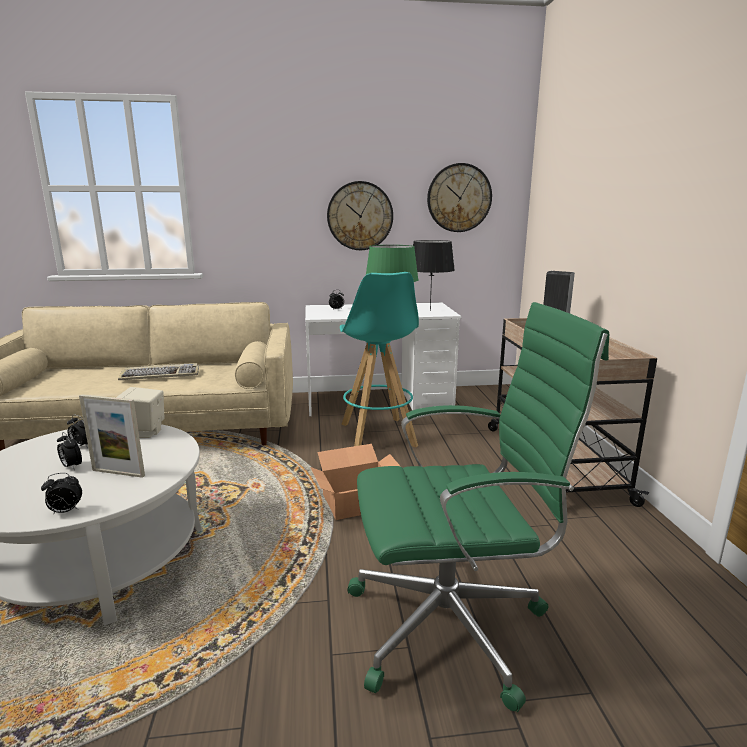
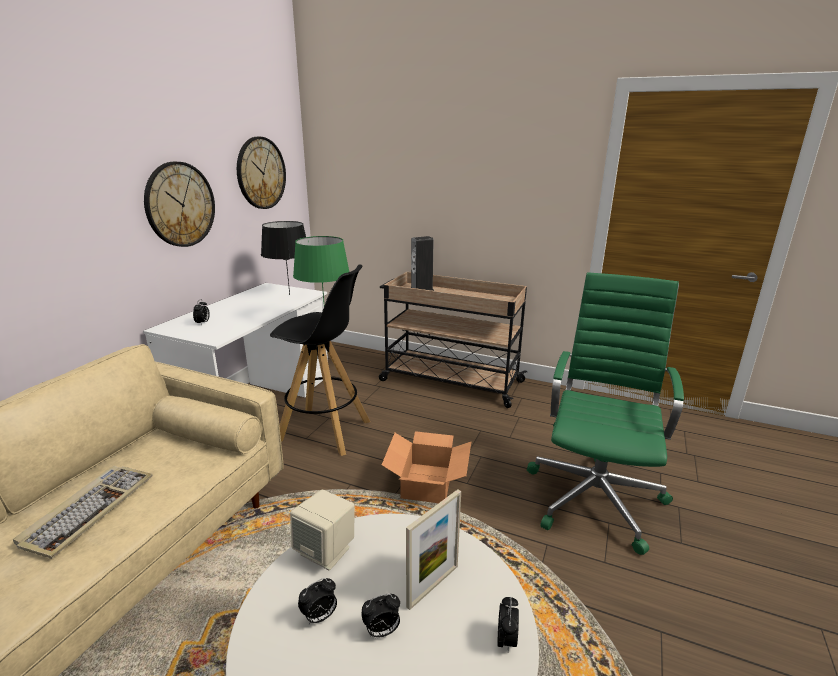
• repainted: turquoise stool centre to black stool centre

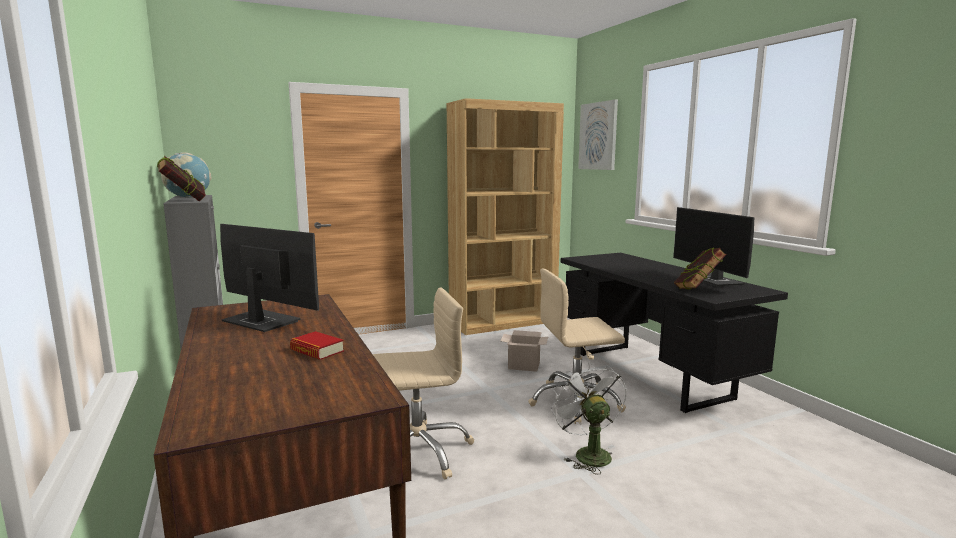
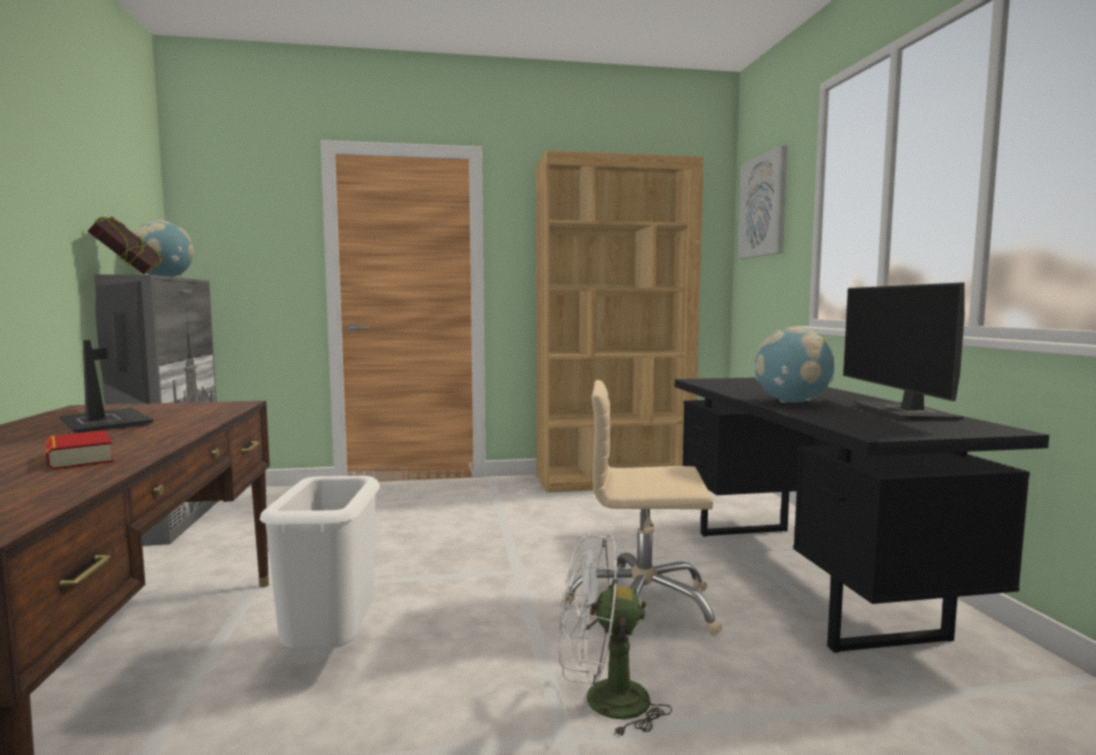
• gone: cardboard box centre
• gone: book (no. 3 from left) middle right
• new: globe (no. 2 from left) middle right
• swapped: beige office chair (no. 1 from left) bottom centre to white trash can bottom left
• rotated: white fan bottom centre = bottom centre 90 degrees counterclockwise

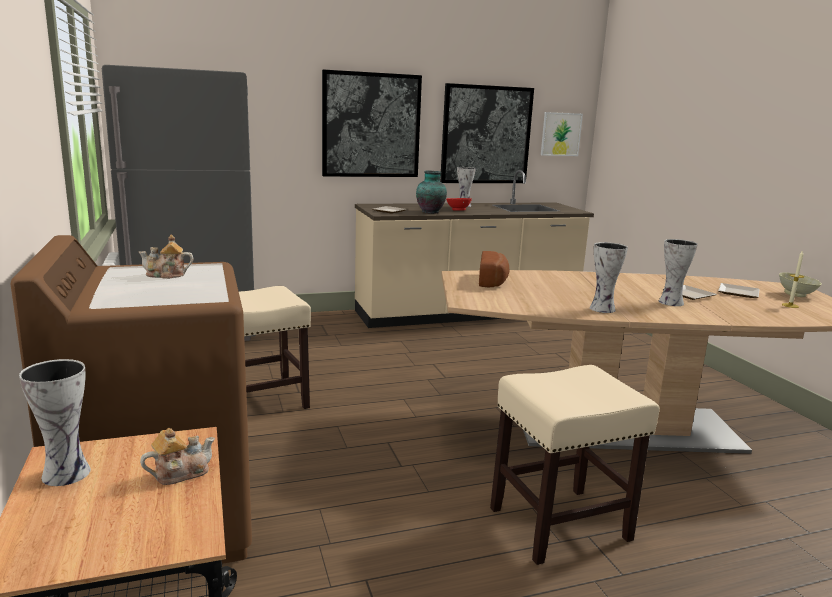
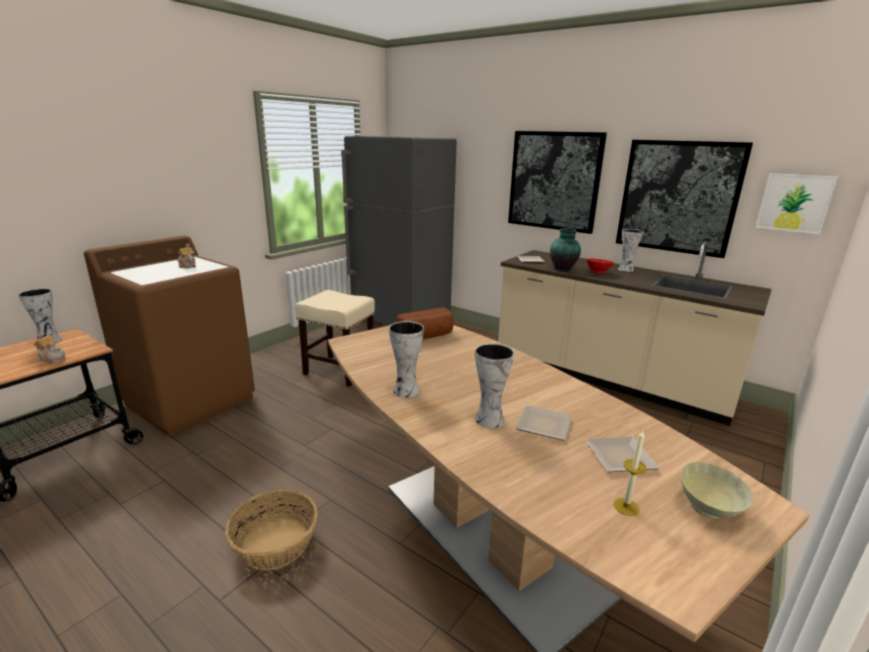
• swapped: beige stool (no. 2 from left) bottom right to basket bottom left

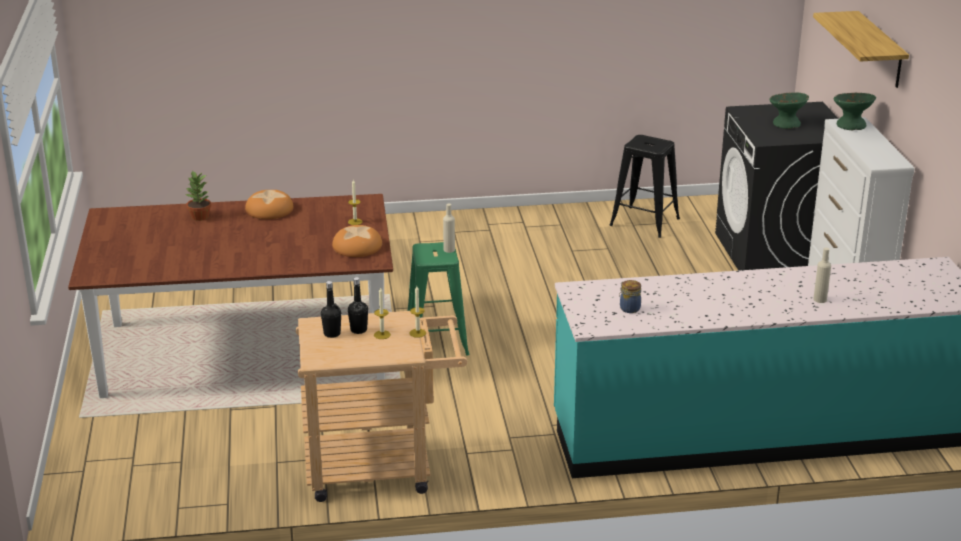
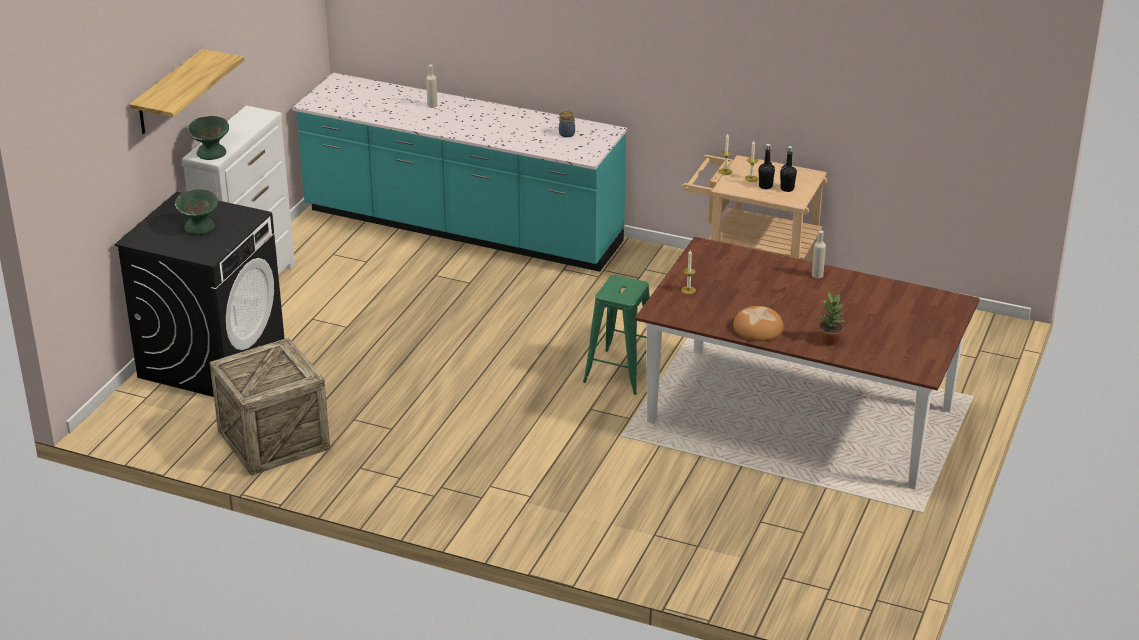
• gone: bread (no. 2 from left) centre
• shifted: beige bottle (no. 1 from left in the first image) centre to beige bottle (no. 2 from left) middle right
• swapped: black stool middle right to crate middle left

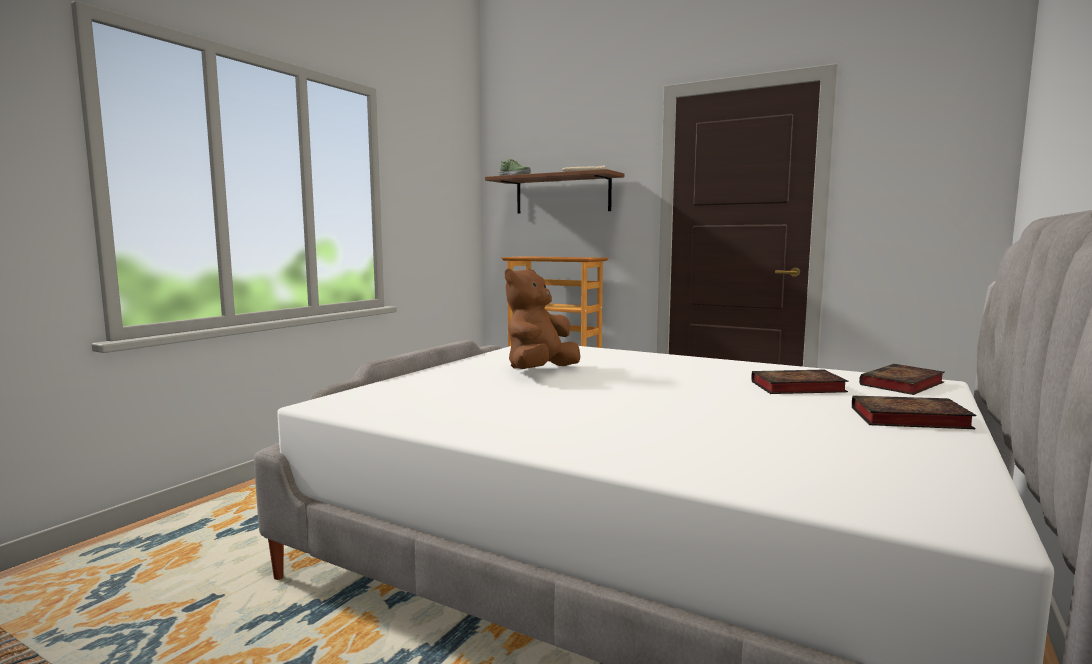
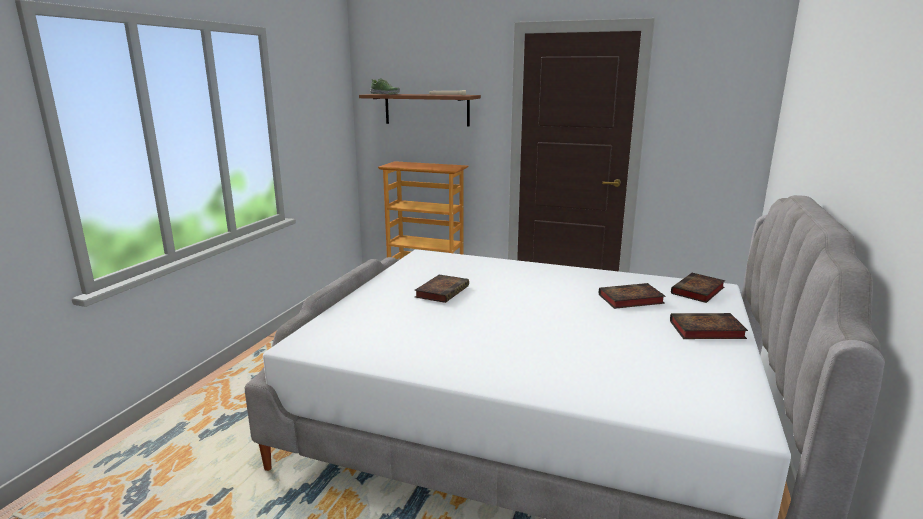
• swapped: brown plush toy centre to book (no. 1 from left) centre

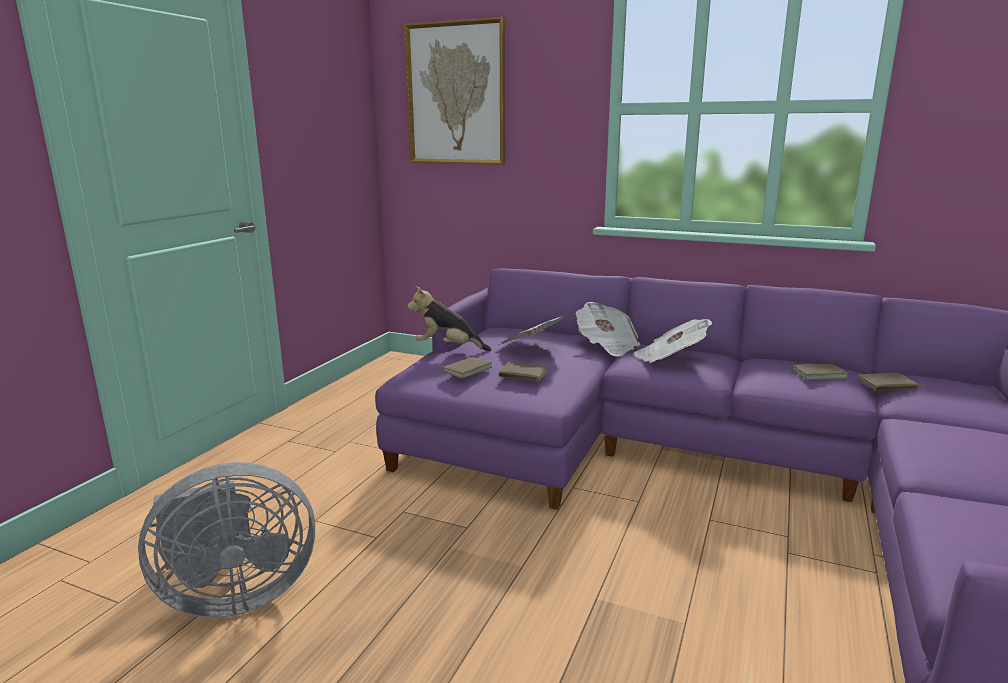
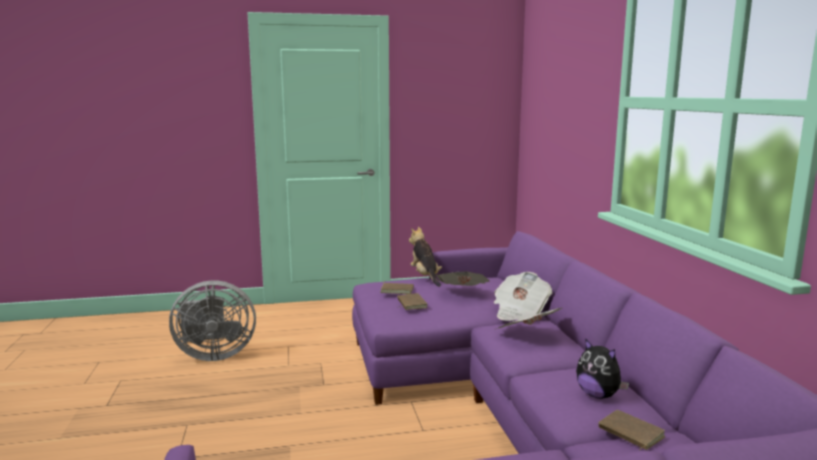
• gone: picture top centre
• swapped: brown book (no. 3 from left) middle right to plush toy (no. 2 from left) bottom right
• rotated: grey fan bottom left = bottom left 45 degrees counterclockwise

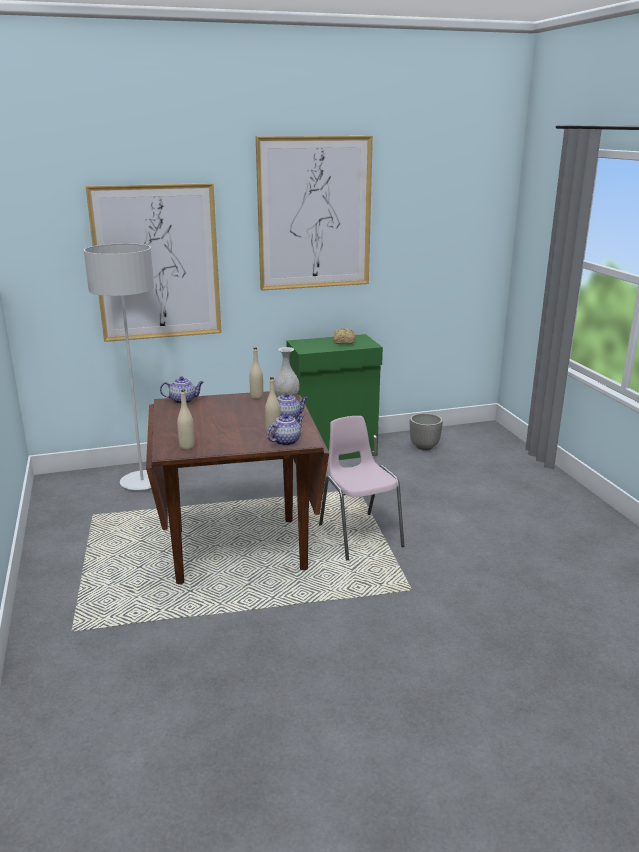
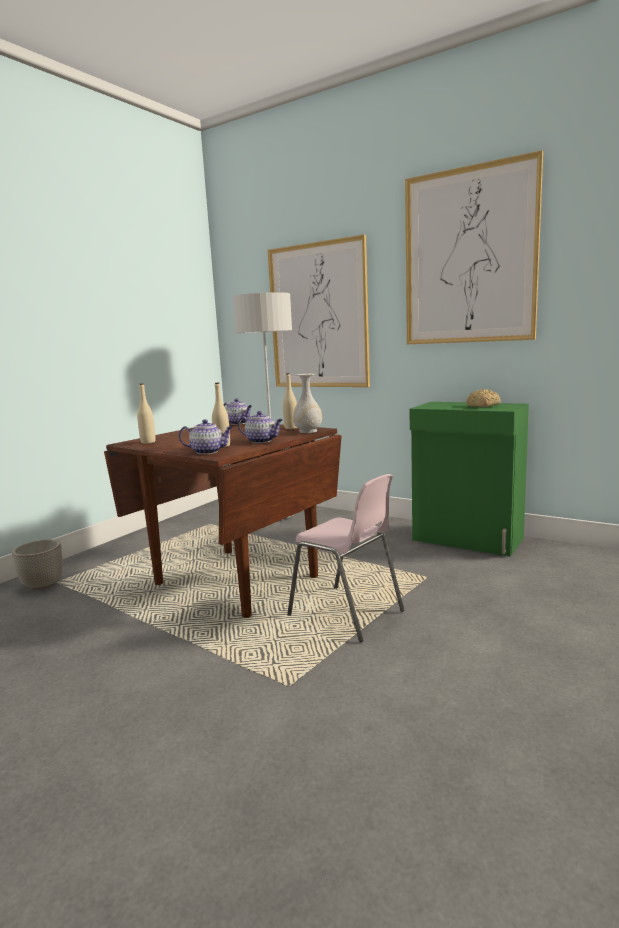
• shifted: planter middle right to middle left
• rotated: pink chair centre = centre 105 degrees clockwise

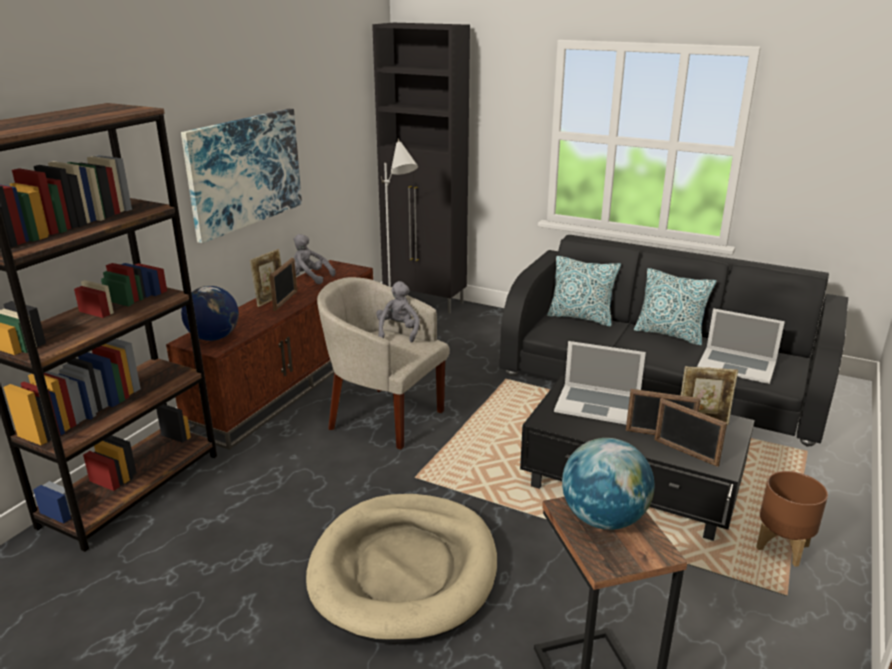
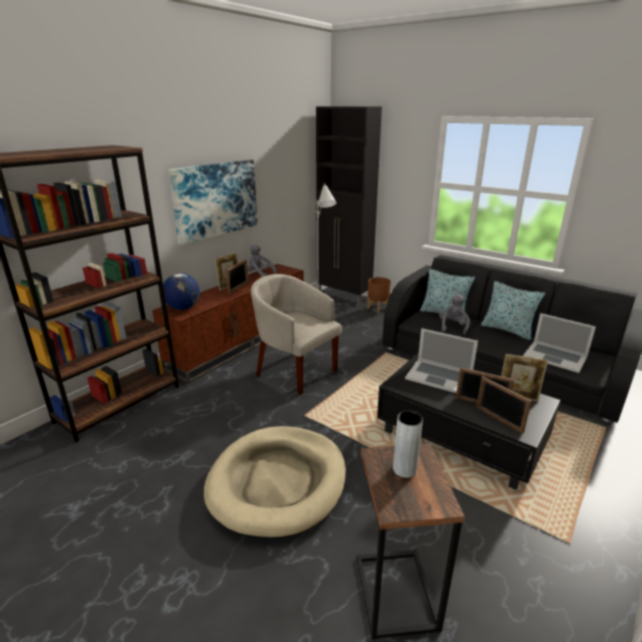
• shifted: grey plush toy (no. 2 from left) centre to middle right
• shifted: brown planter bottom right to centre
• swapped: globe (no. 2 from left) bottom right to grey vase bottom centre

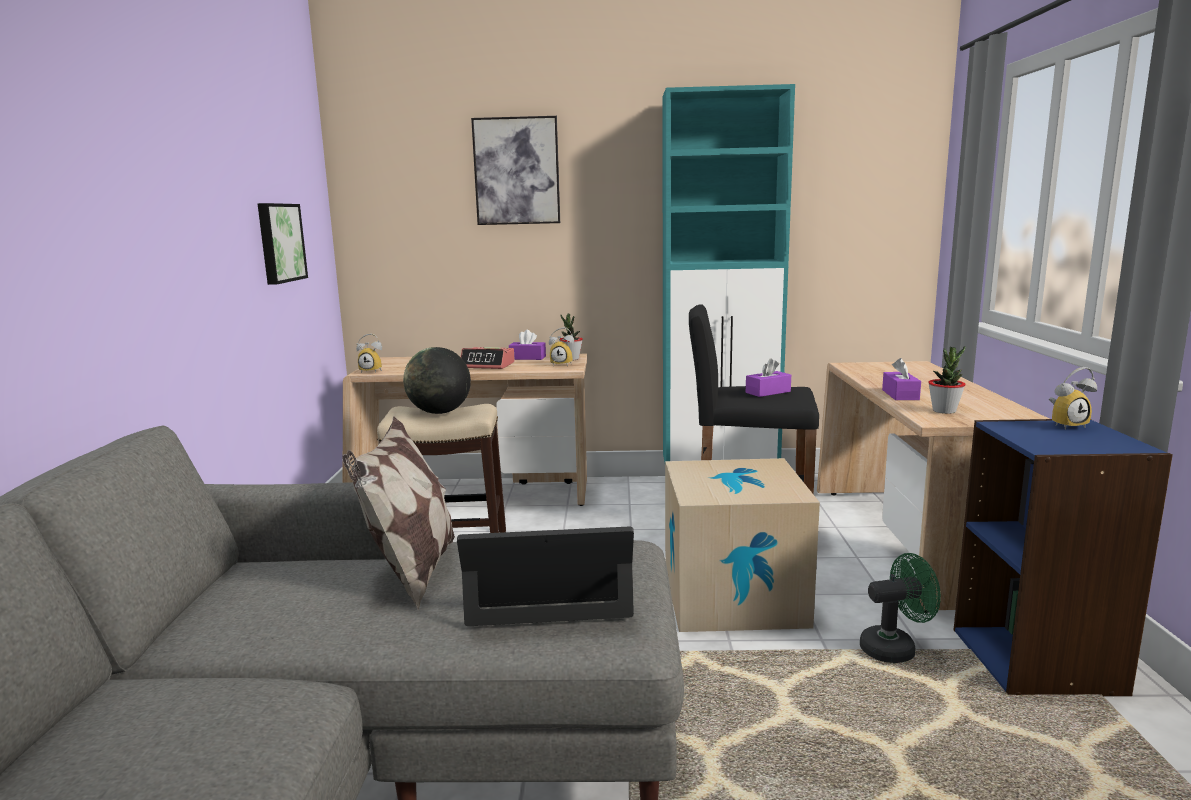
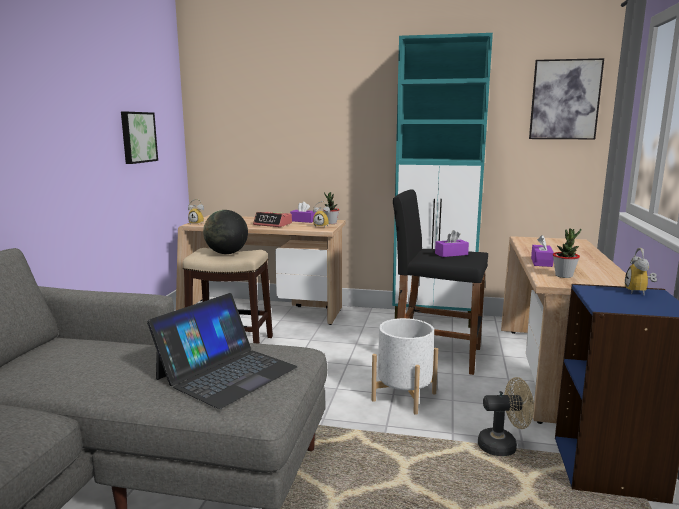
• gone: pillow centre
• shifted: picture (no. 2 from left) top centre to top right
• swapped: cardboard box bottom centre to white planter bottom centre
• repainted: green fan bottom right to beige fan bottom right
• rotated: laptop bottom centre = bottom left 120 degrees clockwise
• rotated: alarm clock (no. 4 from left) middle right = middle right 105 degrees clockwise

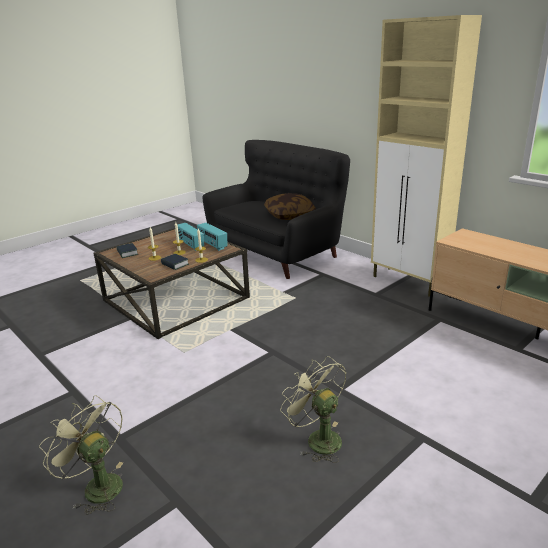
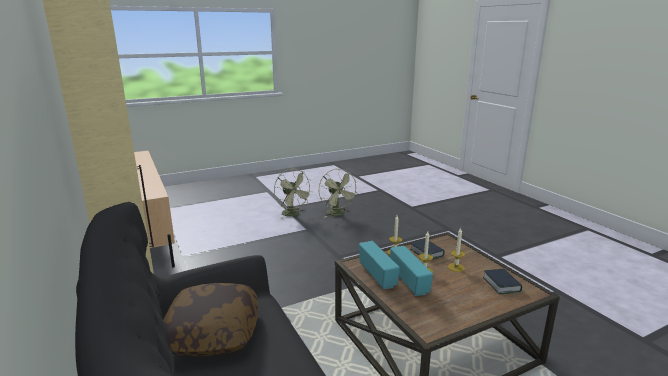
• shifted: green fan (no. 1 from left) bottom left to centre

